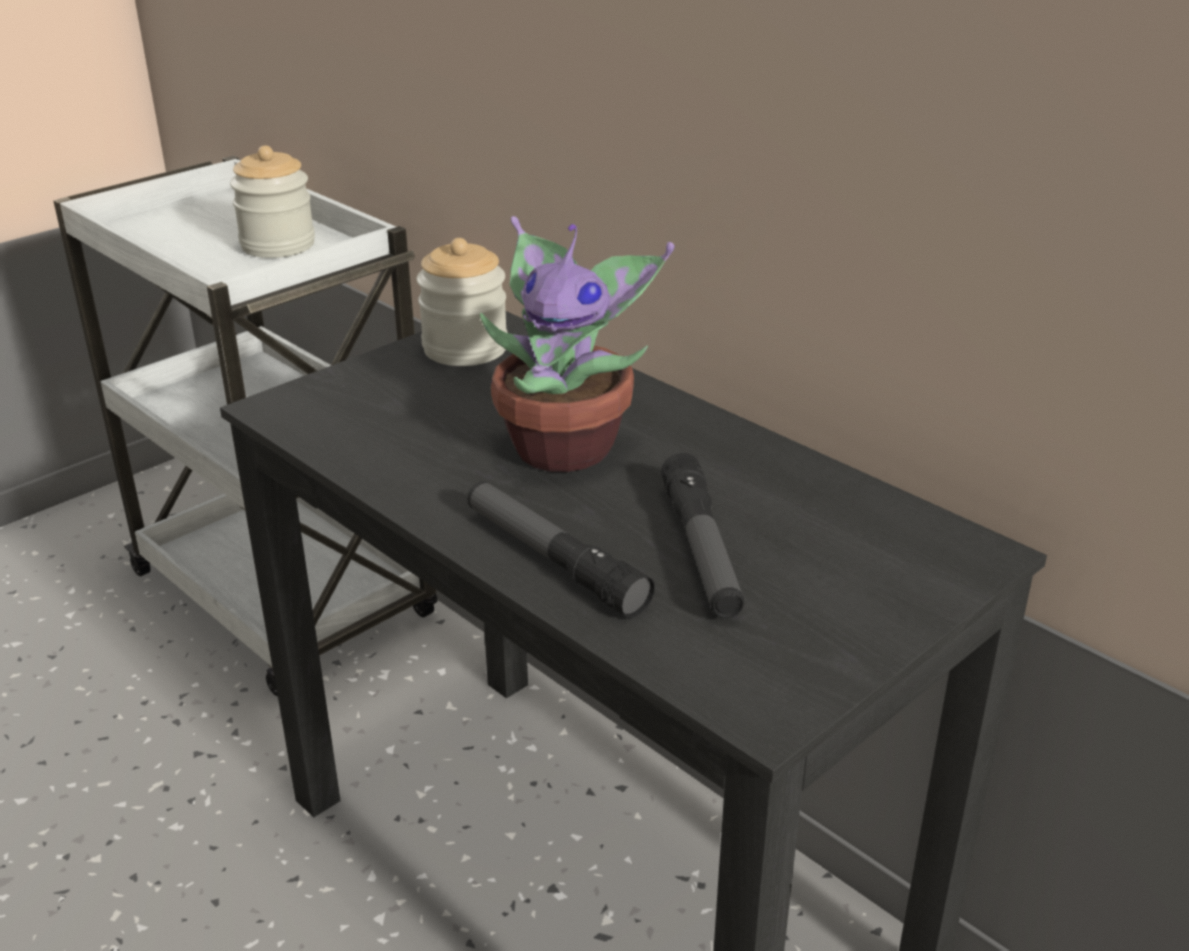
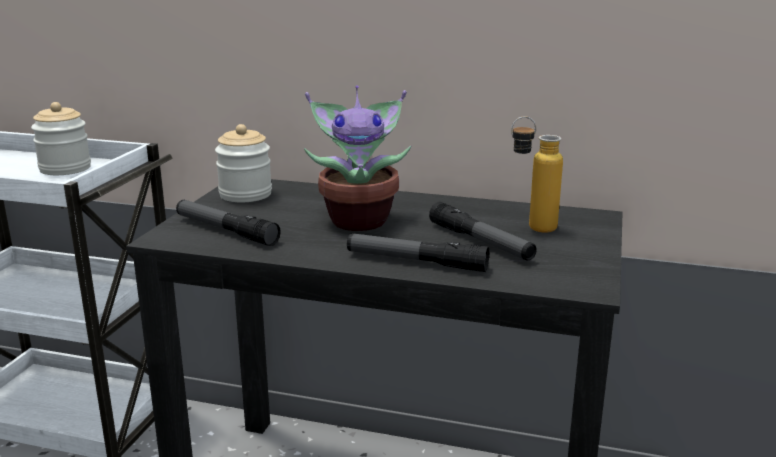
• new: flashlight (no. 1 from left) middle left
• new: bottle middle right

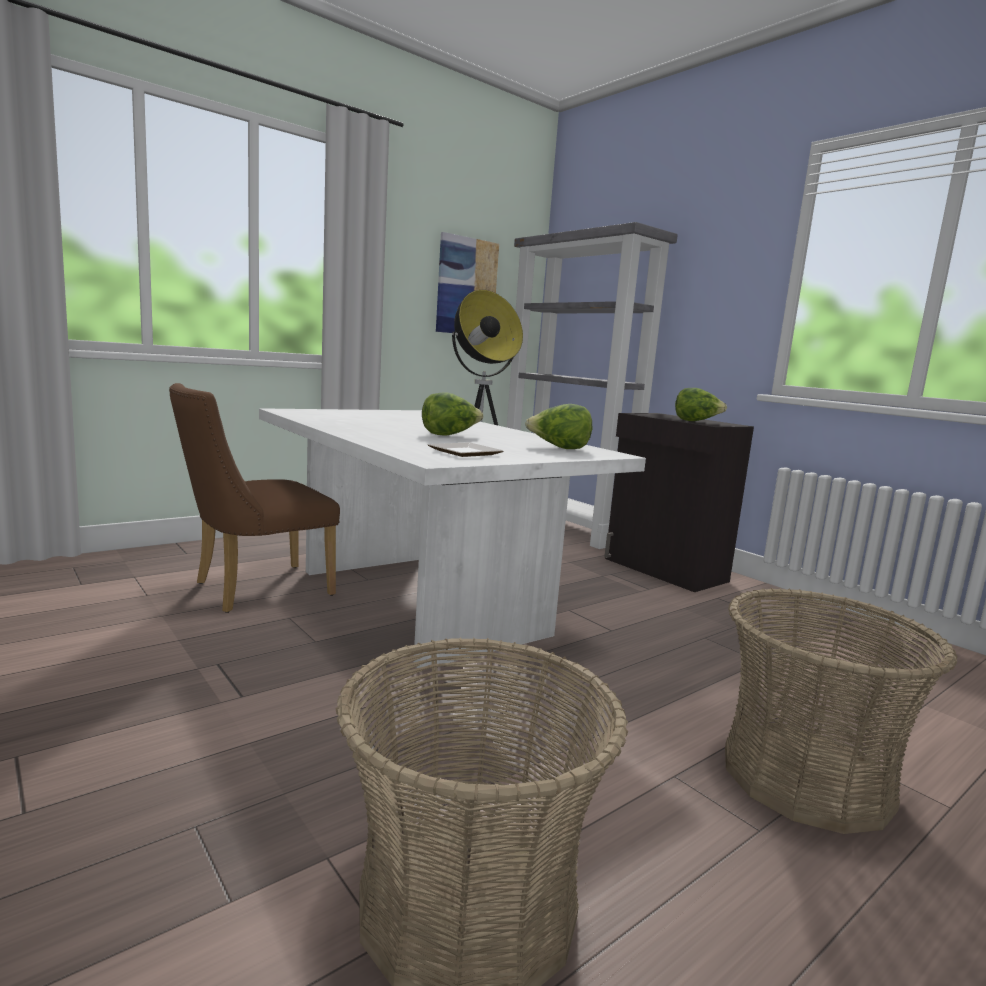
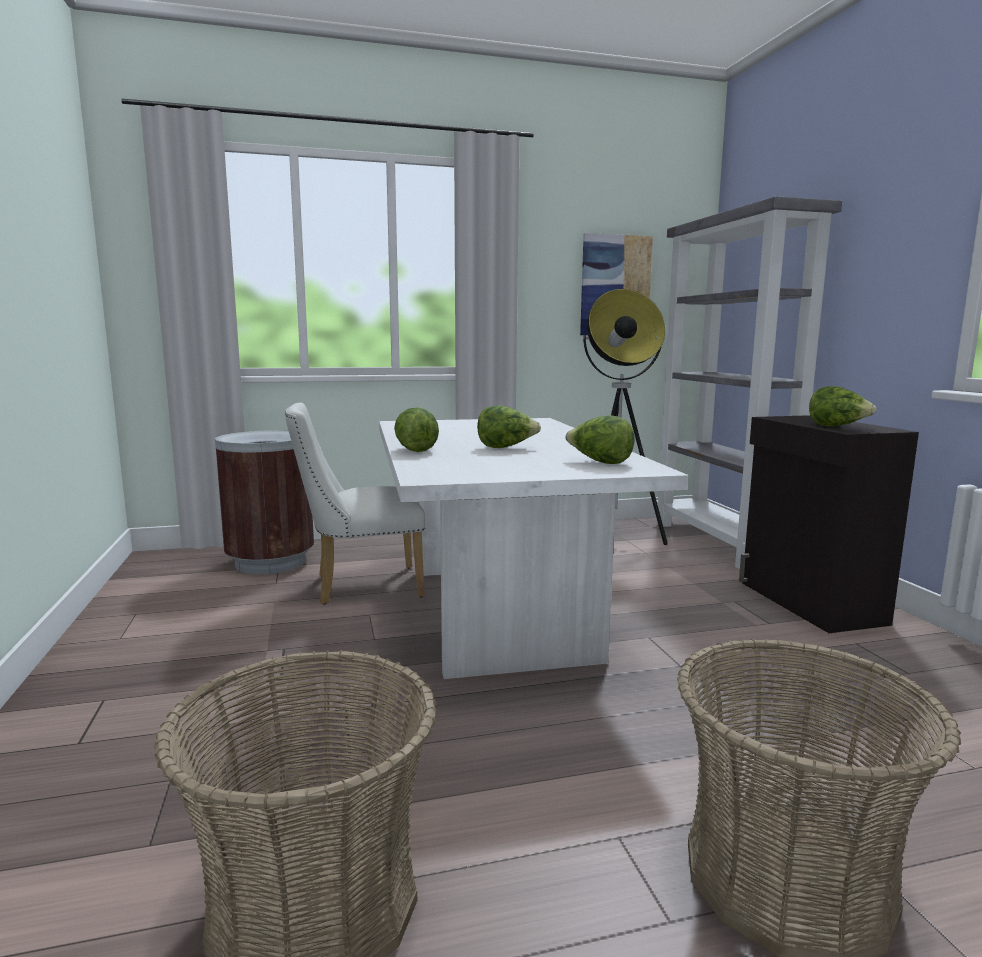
• gone: plate centre
• new: brown trash can middle left
• new: lettuce (no. 1 from left) centre
• repainted: brown chair middle left to white chair centre

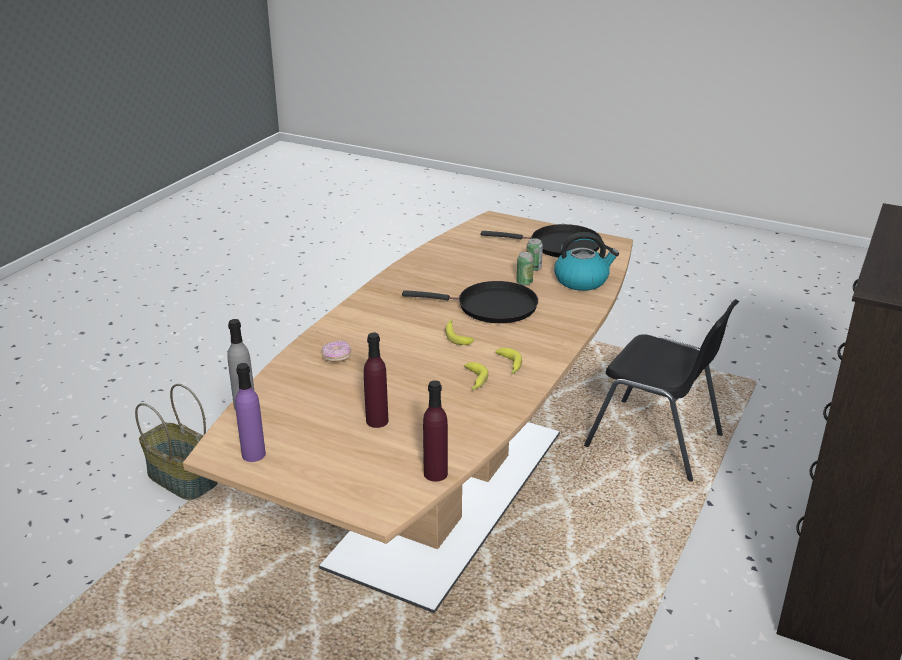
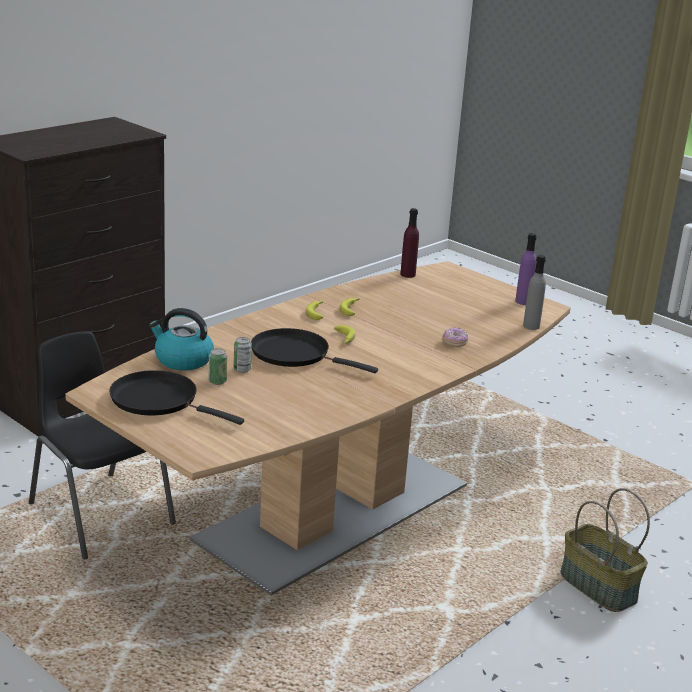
• gone: purple bottle (no. 2 from left) centre

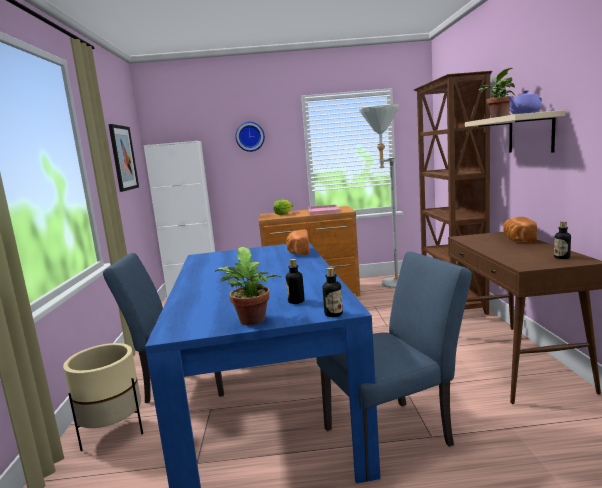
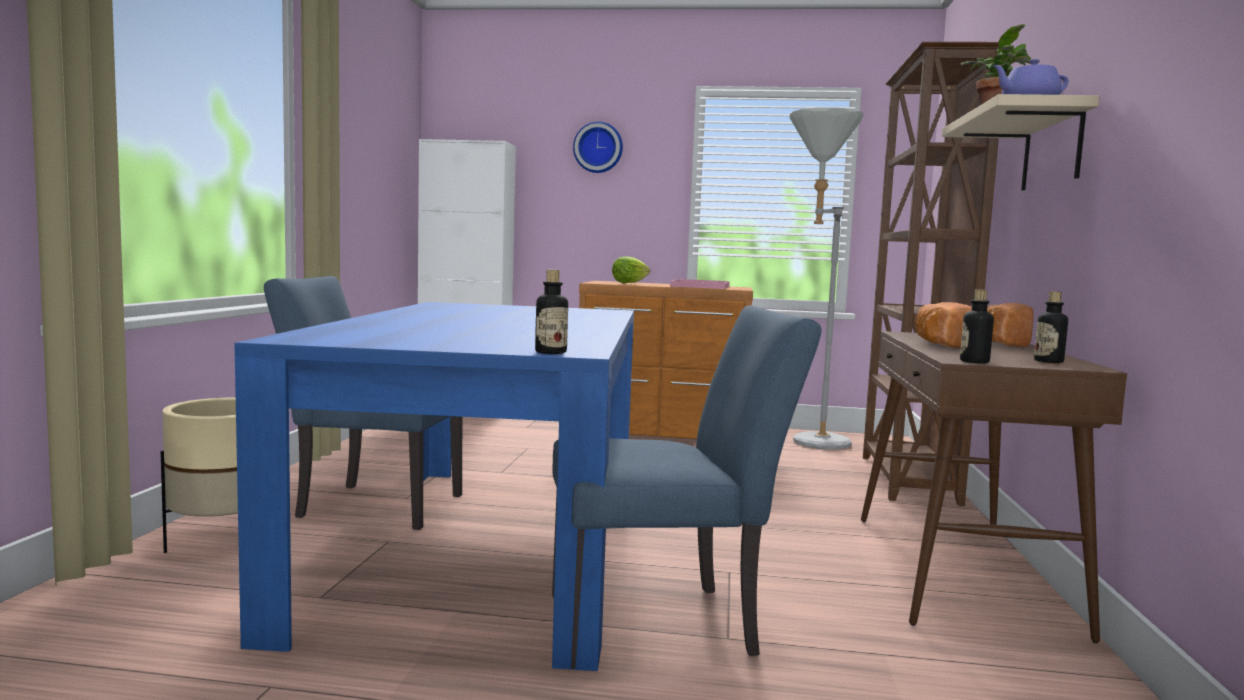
• gone: picture top left
• gone: potted plant (no. 1 from left) centre
• shifted: bread (no. 1 from left) centre to middle right
• shifted: bottle (no. 1 from left in the first image) centre to bottle (no. 2 from left) middle right

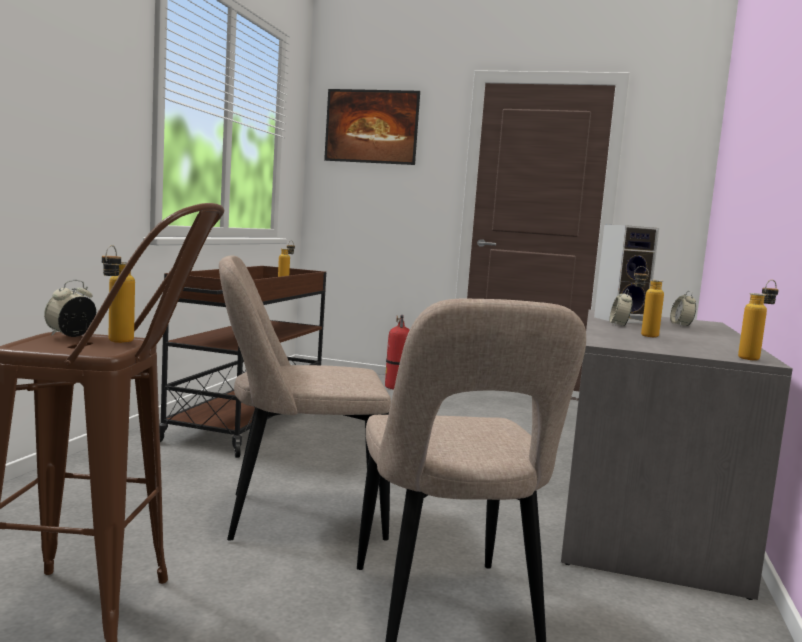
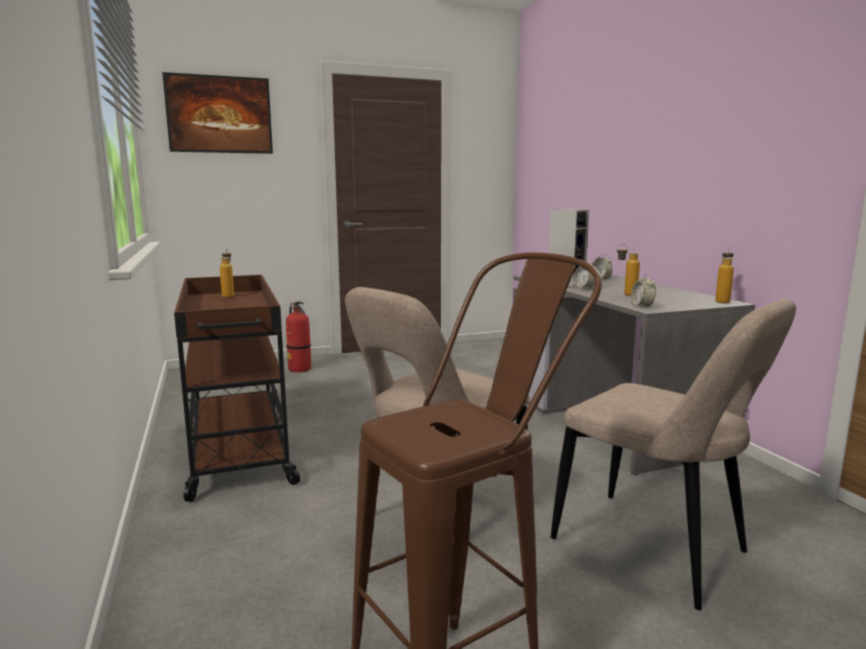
• gone: bottle (no. 1 from left) middle left
• shifted: alarm clock (no. 1 from left in the first image) middle left to alarm clock (no. 3 from left) middle right

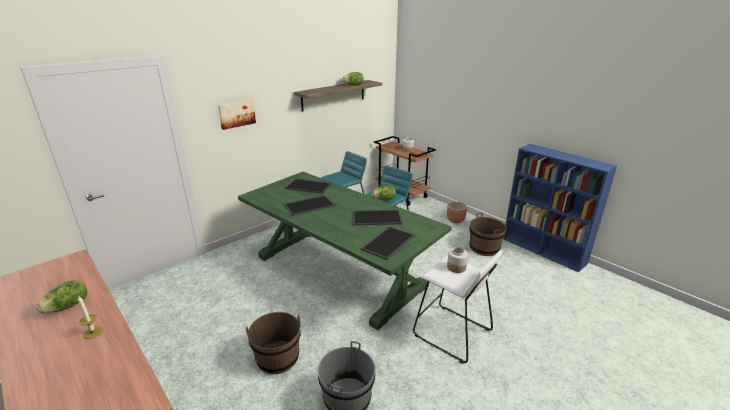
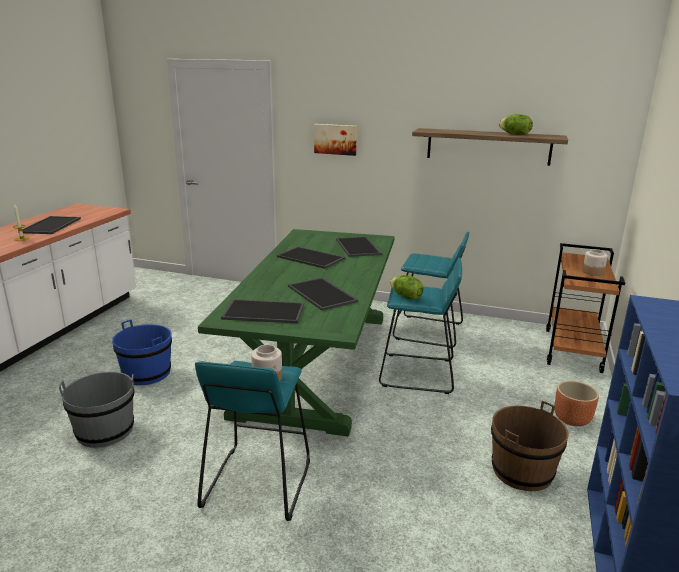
• swapped: lettuce (no. 1 from left) bottom left to tray (no. 1 from left) middle left
• repainted: brown bucket (no. 1 from left) bottom centre to blue bucket middle left
• repainted: white stool bottom centre to turquoise stool (no. 1 from left) bottom centre

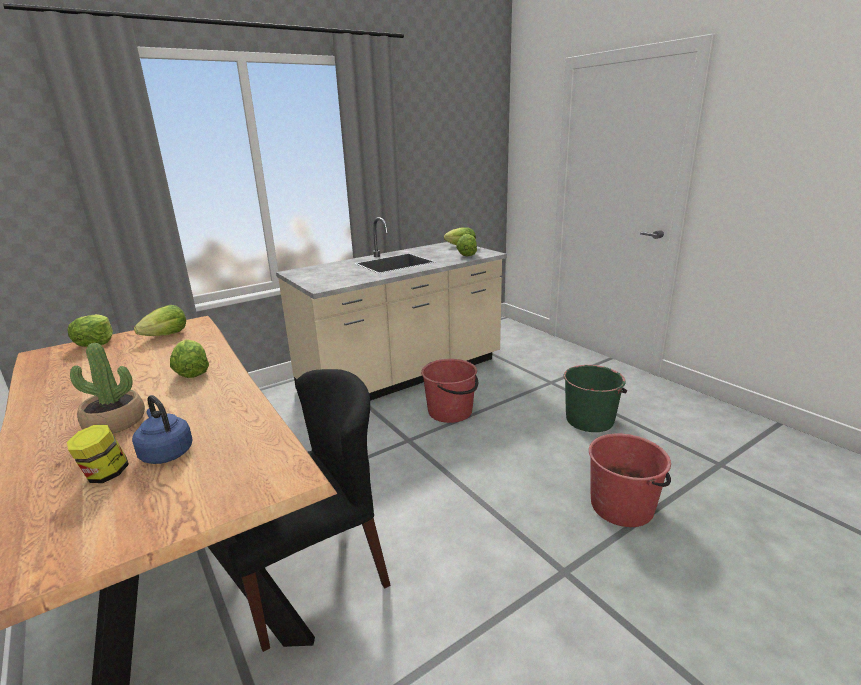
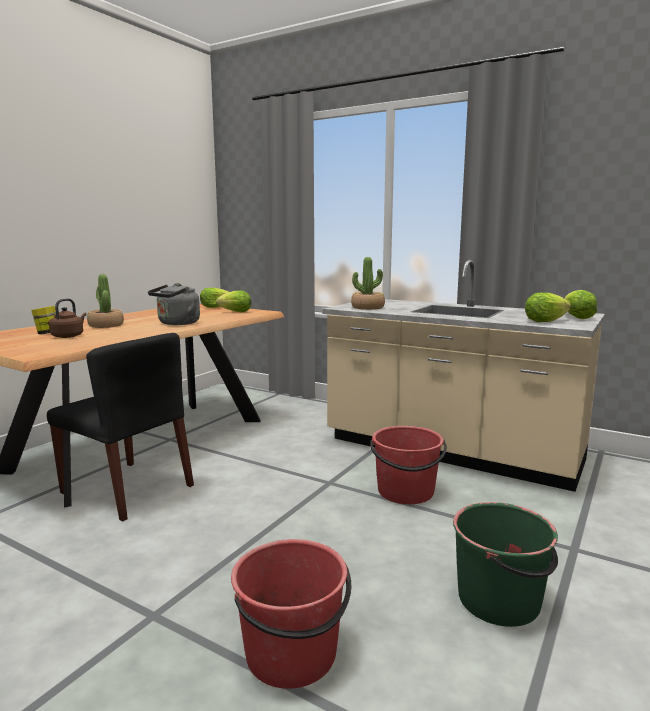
• new: potted plant (no. 2 from left) centre
• swapped: lettuce (no. 3 from left) middle left to grey kettle middle left
• repainted: blue kettle middle left to brown kettle middle left

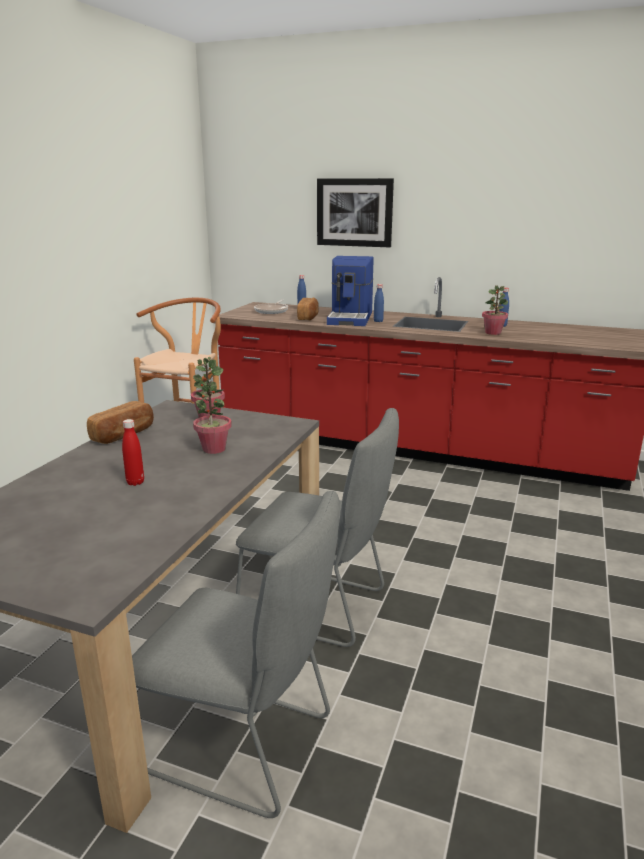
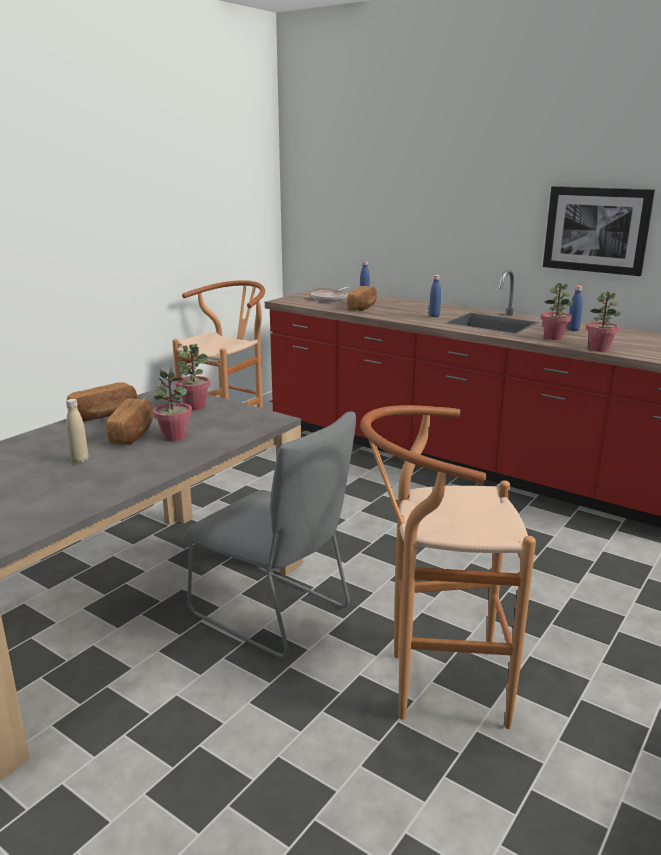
• gone: grey chair (no. 1 from left) bottom centre
• gone: coffee machine centre
• new: bread (no. 2 from left) middle left
• new: brown stool (no. 2 from left) middle right
• new: potted plant (no. 4 from left) middle right
• shifted: picture top centre to top right
• repainted: red bottle middle left to beige bottle middle left

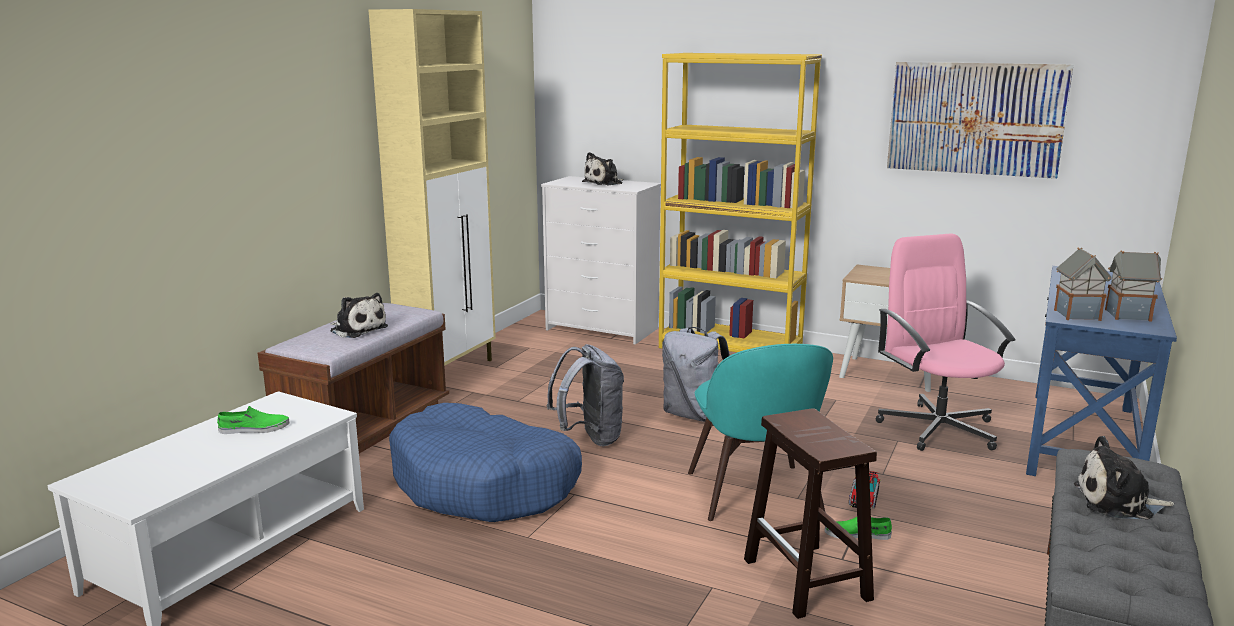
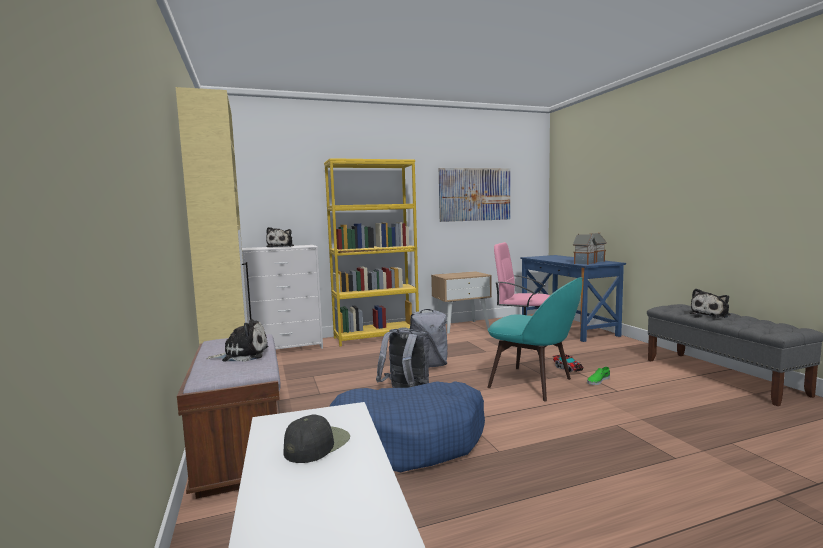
• gone: brown stool bottom centre
• swapped: green shoe (no. 1 from left) bottom left to black cap bottom centre

